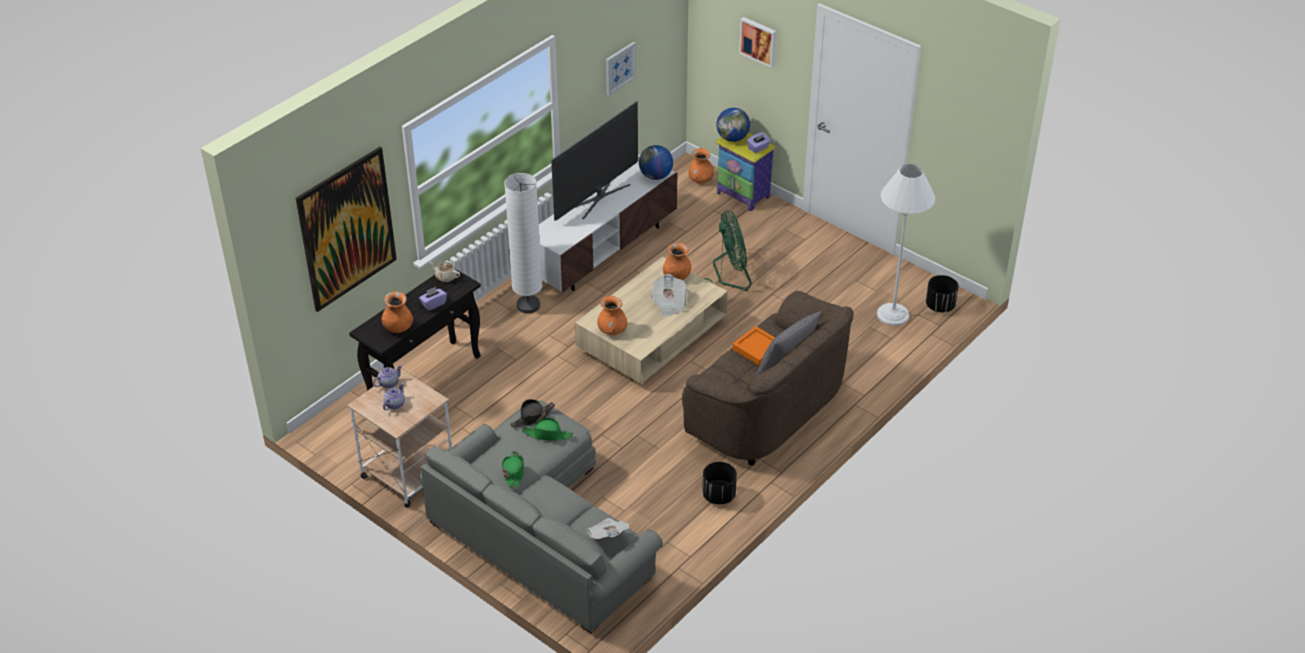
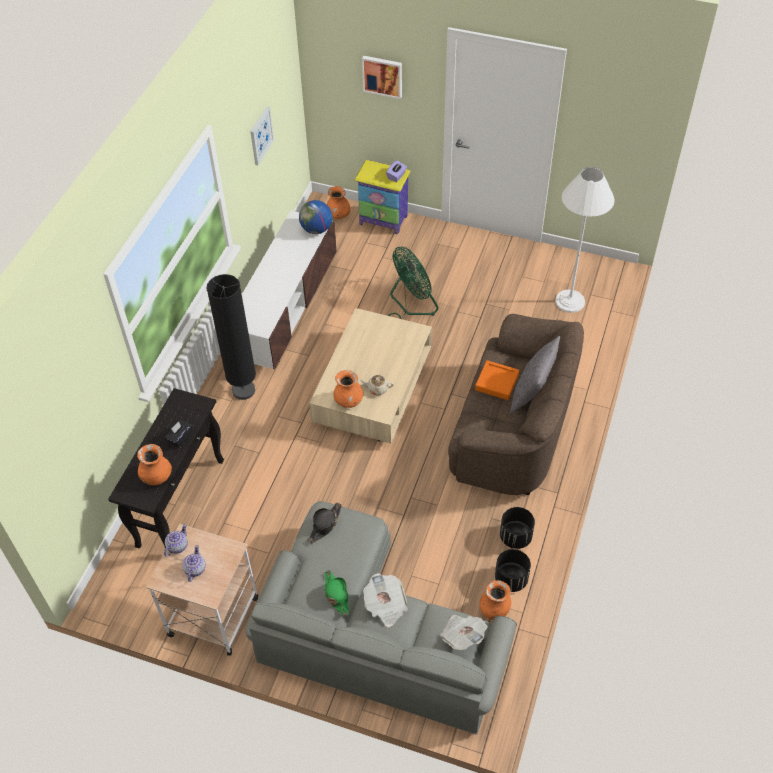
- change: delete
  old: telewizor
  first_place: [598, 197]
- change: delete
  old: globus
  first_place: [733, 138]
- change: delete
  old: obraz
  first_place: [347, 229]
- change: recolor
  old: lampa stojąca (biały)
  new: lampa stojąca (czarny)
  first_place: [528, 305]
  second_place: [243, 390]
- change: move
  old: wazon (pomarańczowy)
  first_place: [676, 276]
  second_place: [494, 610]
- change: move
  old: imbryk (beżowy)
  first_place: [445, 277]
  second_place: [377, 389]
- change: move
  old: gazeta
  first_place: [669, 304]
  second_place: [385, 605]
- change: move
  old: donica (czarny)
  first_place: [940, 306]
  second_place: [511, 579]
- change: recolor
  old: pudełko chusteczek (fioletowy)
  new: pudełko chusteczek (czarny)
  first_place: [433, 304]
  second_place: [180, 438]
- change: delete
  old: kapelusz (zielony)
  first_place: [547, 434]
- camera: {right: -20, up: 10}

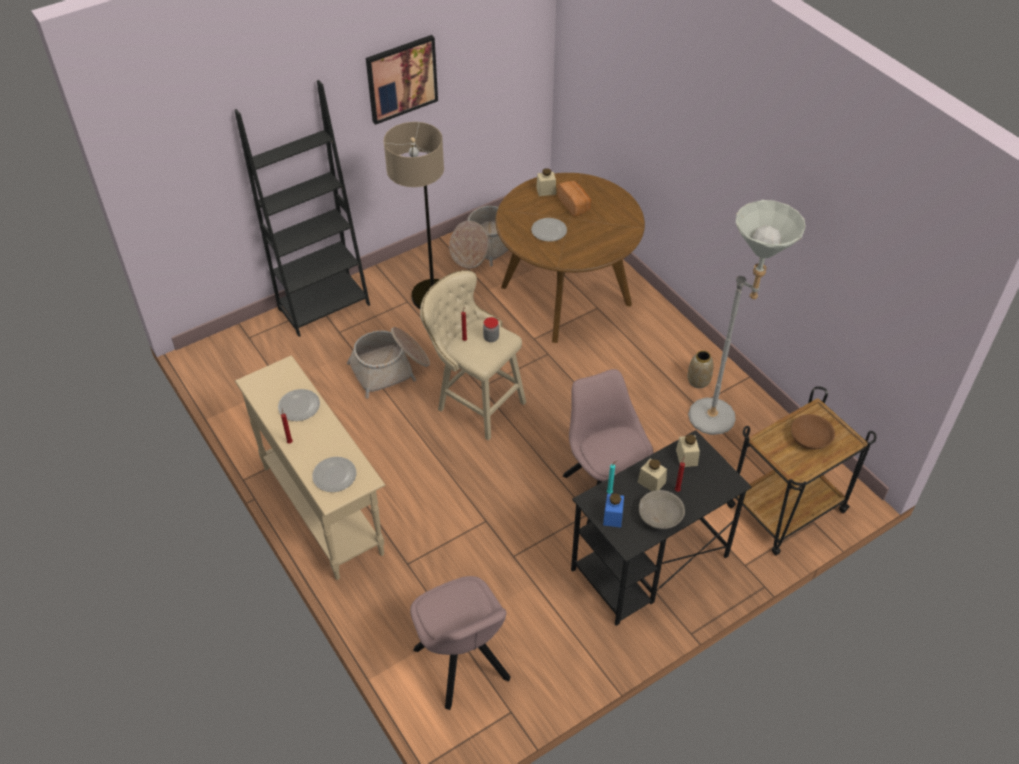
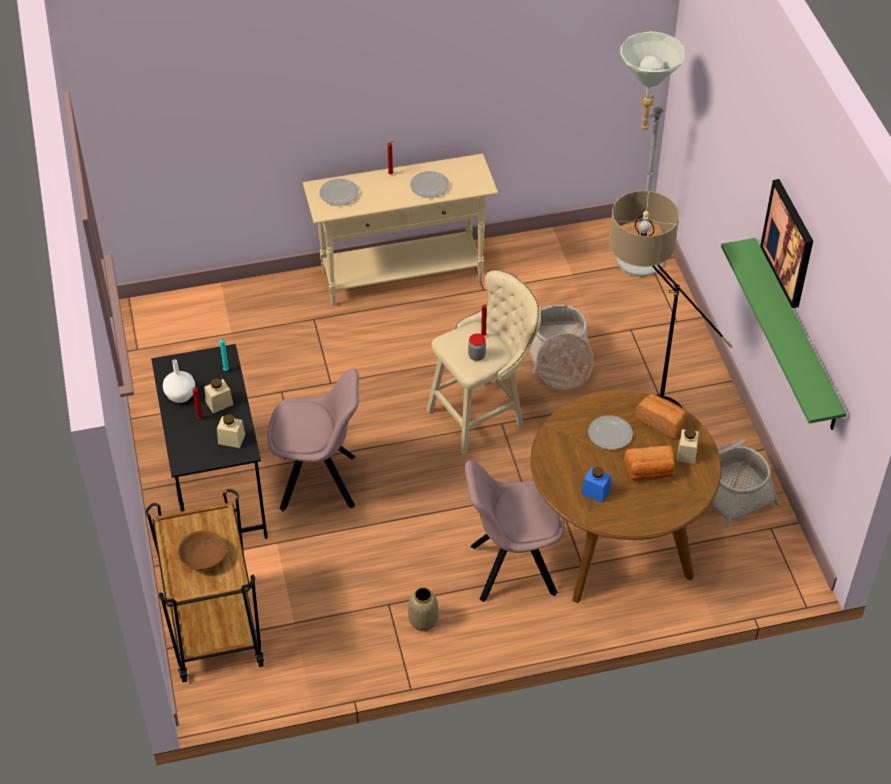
- change: delete
  old: regał (czarny)
  first_place: [323, 306]
- change: move
  old: lampa stojąca (szary)
  first_place: [721, 421]
  second_place: [631, 265]
- change: replace
  old: miska (szary)
  new: wazon (biały)
  first_place: [660, 516]
  second_place: [180, 396]
- change: move
  old: słoik (niebieski)
  first_place: [613, 517]
  second_place: [595, 492]
- change: move
  old: krzesło (różowy)
  first_place: [462, 664]
  second_place: [512, 568]
- change: insert
  new: półka (zielony)
  second_place: [795, 336]
- change: insert
  new: chleb
  second_place: [661, 422]
- camera: {right: 110, up: 0}

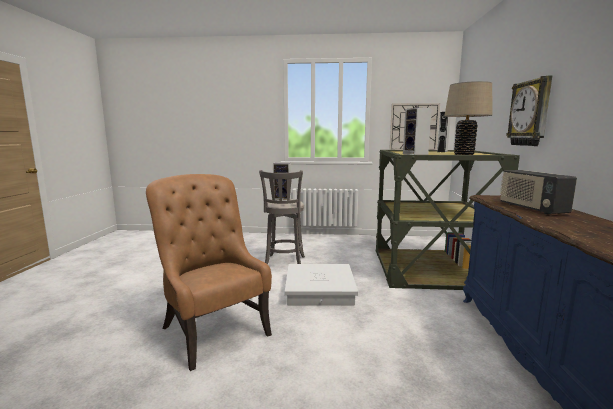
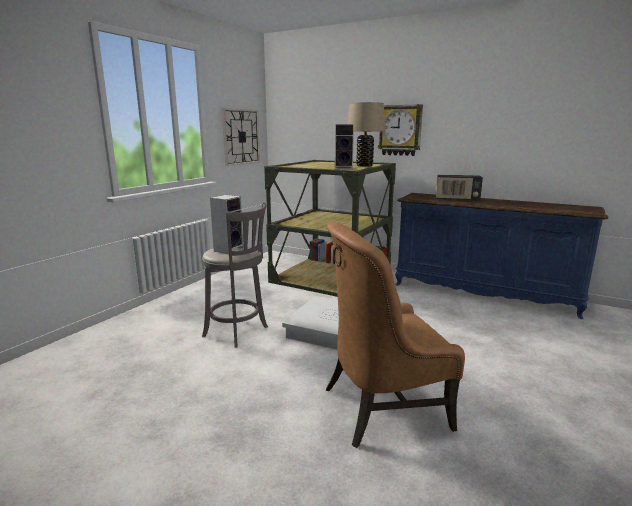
- change: delete
  old: głośnik (szary)
  first_place: [442, 151]
- camera: {right: -65, up: 5}

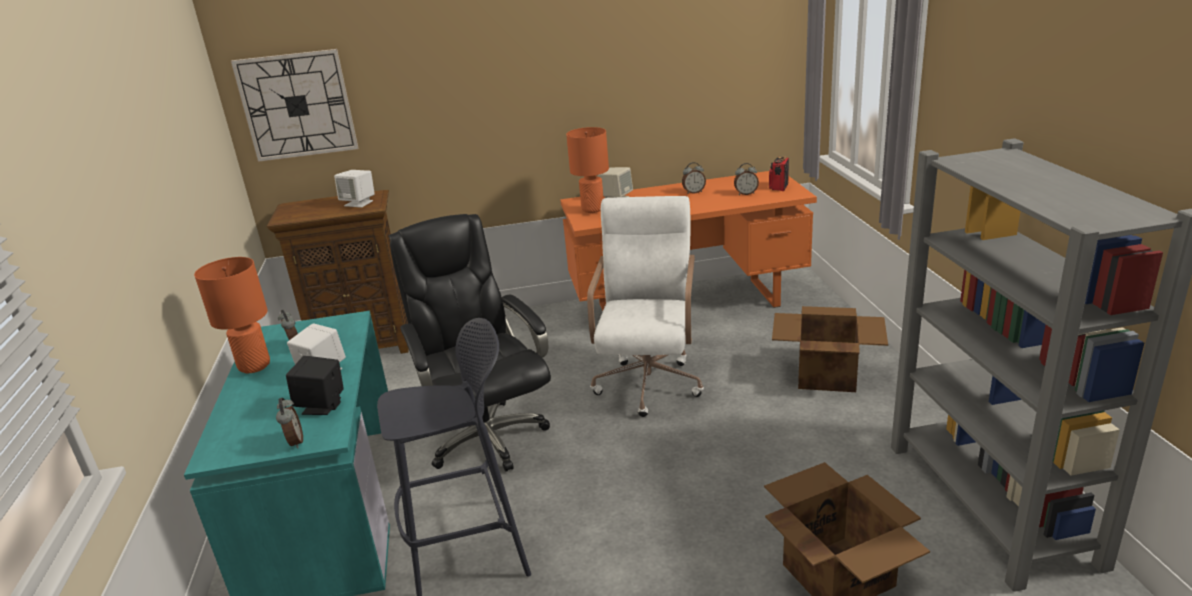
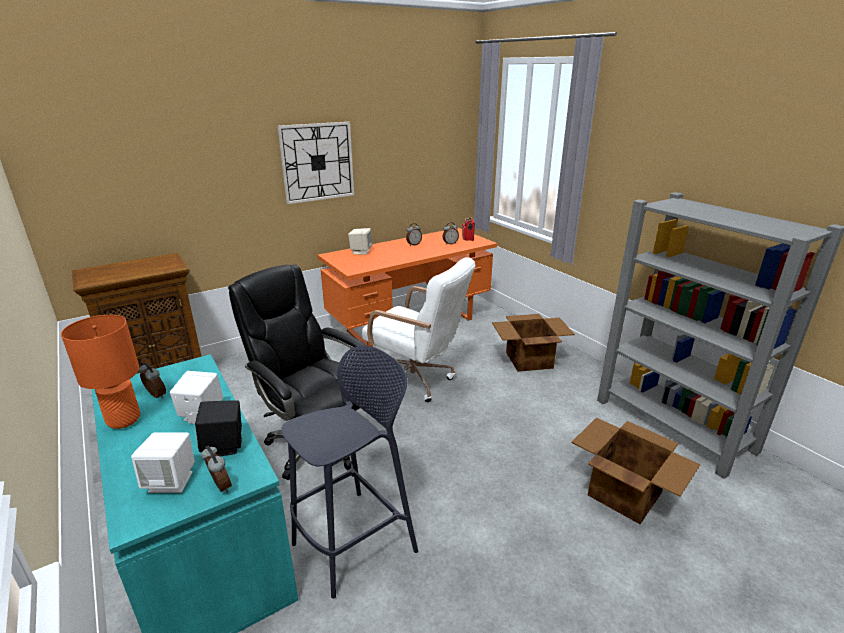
- change: move
  old: zegar ścienny
  first_place: [297, 105]
  second_place: [317, 162]
- change: delete
  old: lampa stołowa (pomarańczowy)
  first_place: [592, 211]
- change: move
  old: głośnik (biały)
  first_place: [359, 203]
  second_place: [171, 481]
- change: rotate
  old: krzesło biurowe (biały)
  first_place: [649, 383]
  second_place: [417, 382]
  degrees: 135
- camera: {right: -25, up: 0}

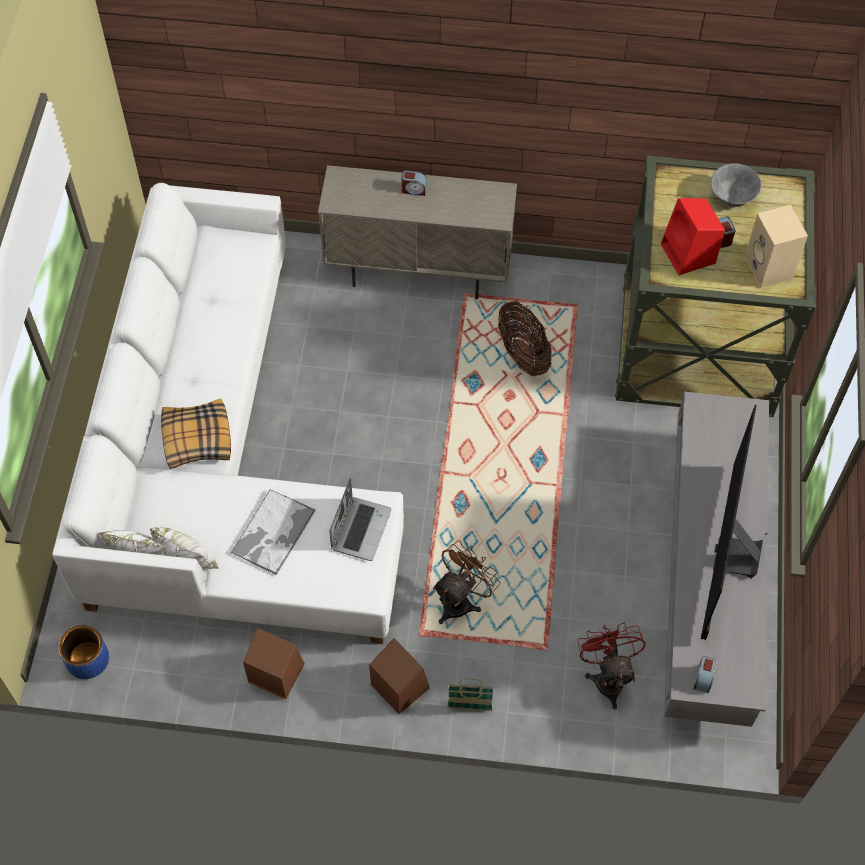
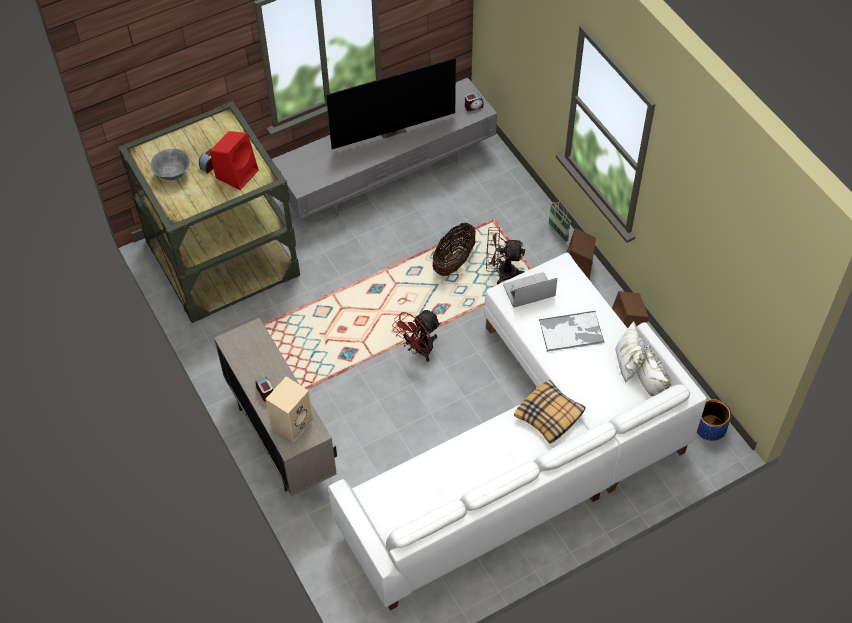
- change: move
  old: głośnik (beżowy)
  first_place: [769, 268]
  second_place: [292, 423]
- change: move
  old: koszyk
  first_place: [523, 353]
  second_place: [454, 261]
- change: move
  old: wentylator (czerwony)
  first_place: [608, 676]
  second_place: [419, 350]
- camera: {right: -125, up: -5}

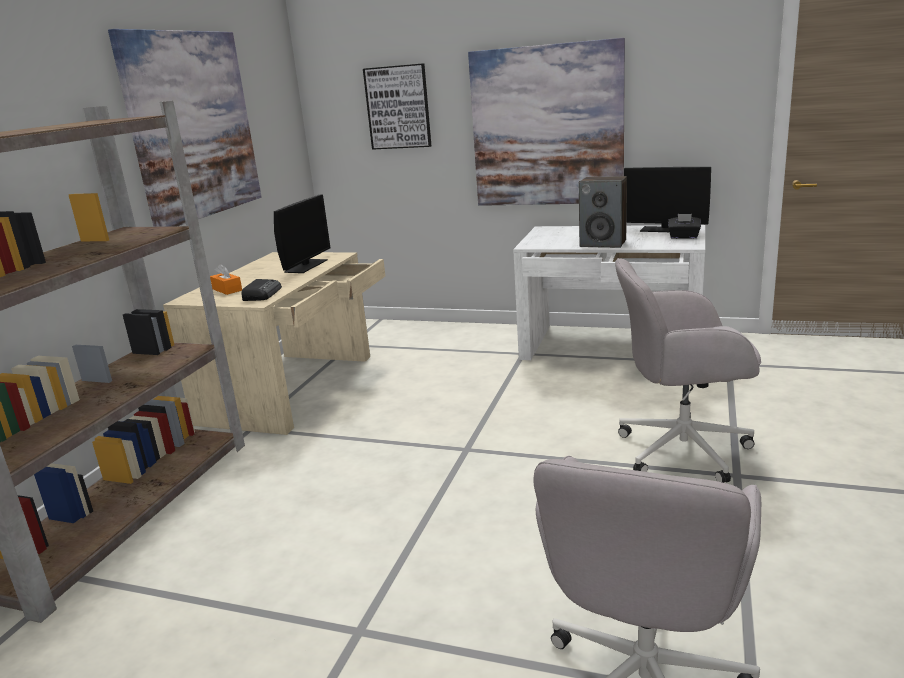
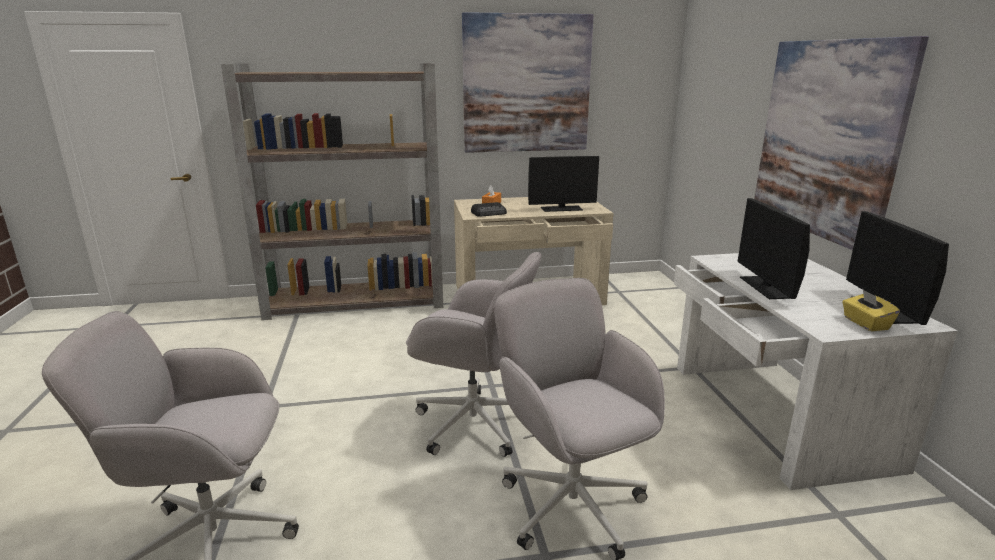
- change: delete
  old: obraz
  first_place: [398, 107]
- change: replace
  old: głośnik
  new: monitor
  first_place: [603, 243]
  second_place: [766, 287]
- change: recolor
  old: pudełko chusteczek (czarny)
  new: pudełko chusteczek (żółty)
  first_place: [684, 237]
  second_place: [865, 323]
- change: insert
  new: krzesło biurowe (szary)
  second_place: [474, 425]
- camera: {right: 60, up: 0}

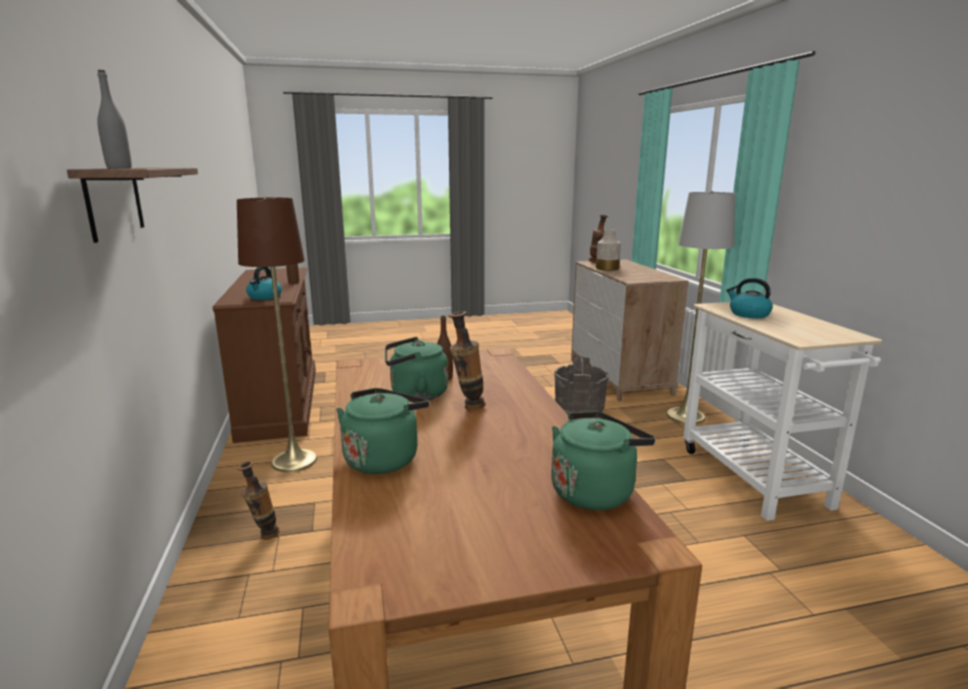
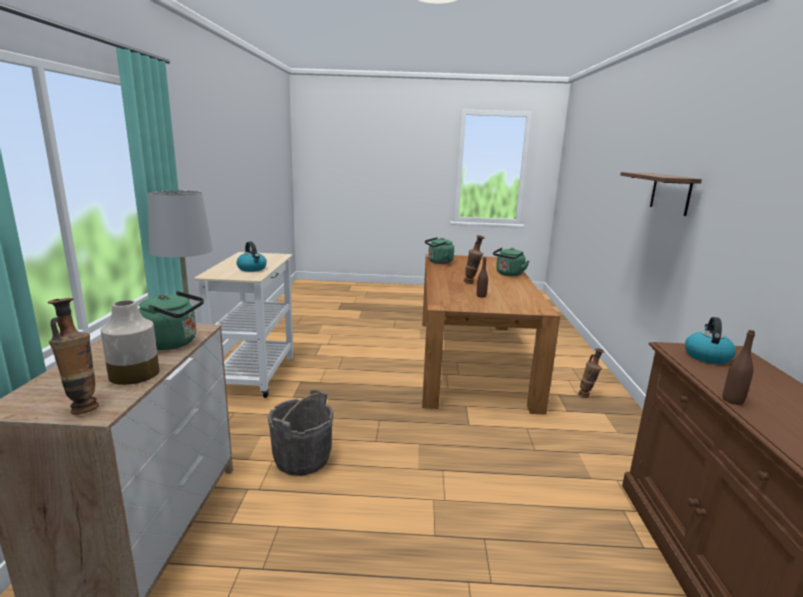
- change: delete
  old: butelka (szary)
  first_place: [119, 168]
- change: delete
  old: lampa stojąca (brązowy)
  first_place: [294, 461]
- change: move
  old: czajnik (zielony)
  first_place: [415, 394]
  second_place: [173, 343]
- camera: {right: -165, up: 0}

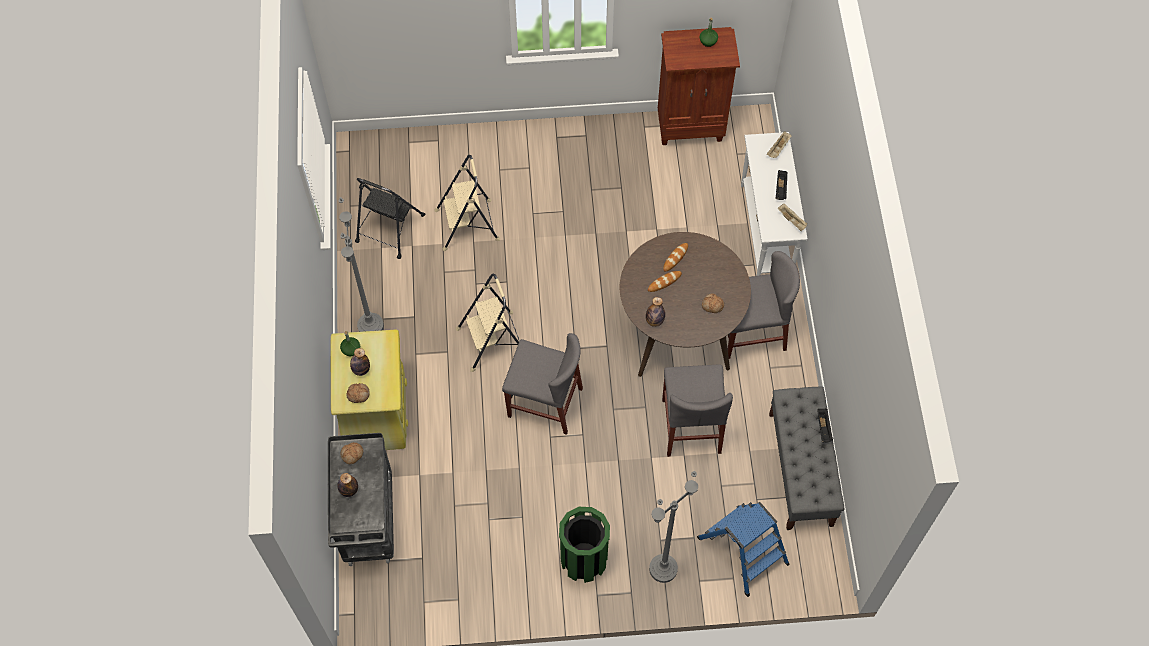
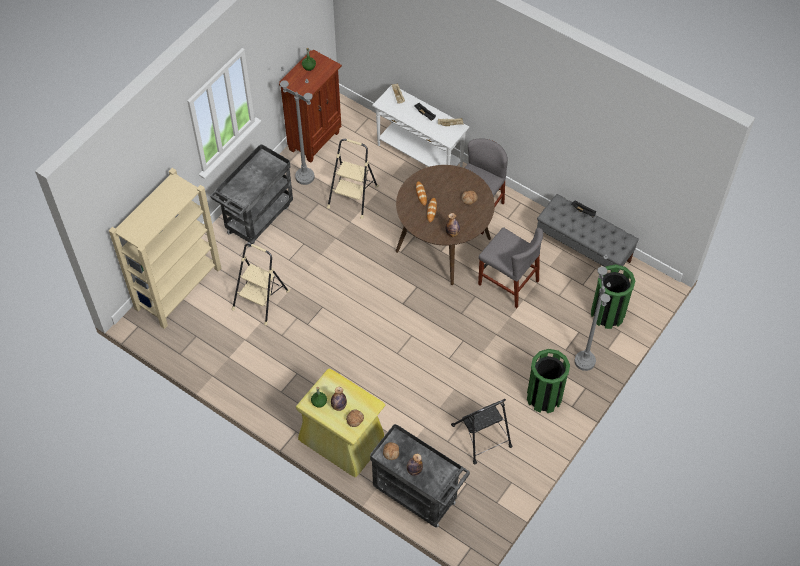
- change: move
  old: drabinka (czarny)
  first_place: [389, 229]
  second_place: [482, 437]
- change: move
  old: lampa stojąca (szary)
  first_place: [370, 326]
  second_place: [304, 177]
- change: move
  old: drabinka (beżowy)
  first_place: [494, 340]
  second_place: [353, 195]
- change: delete
  old: krzesło (szary)
  first_place: [545, 402]
- change: replace
  old: drabinka (niebieski)
  new: kosz na śmieci (zielony)
  first_place: [743, 550]
  second_place: [607, 314]
- change: insert
  new: wózek (czarny)
  second_place: [257, 222]
- change: insert
  new: regał (beżowy)
  second_place: [178, 288]
- camera: {right: -50, up: -5}

